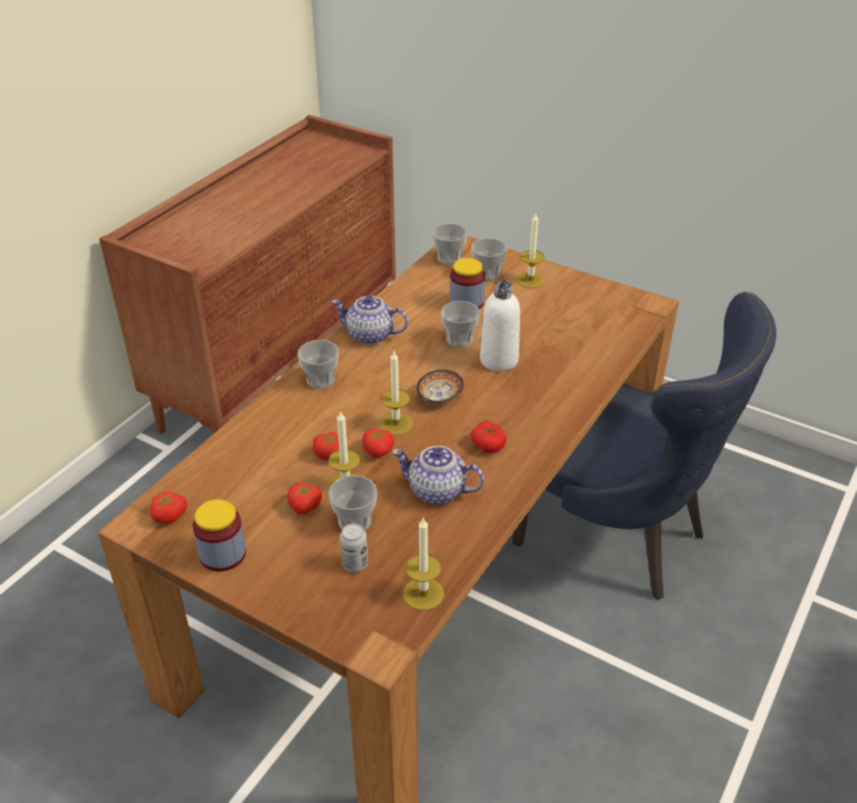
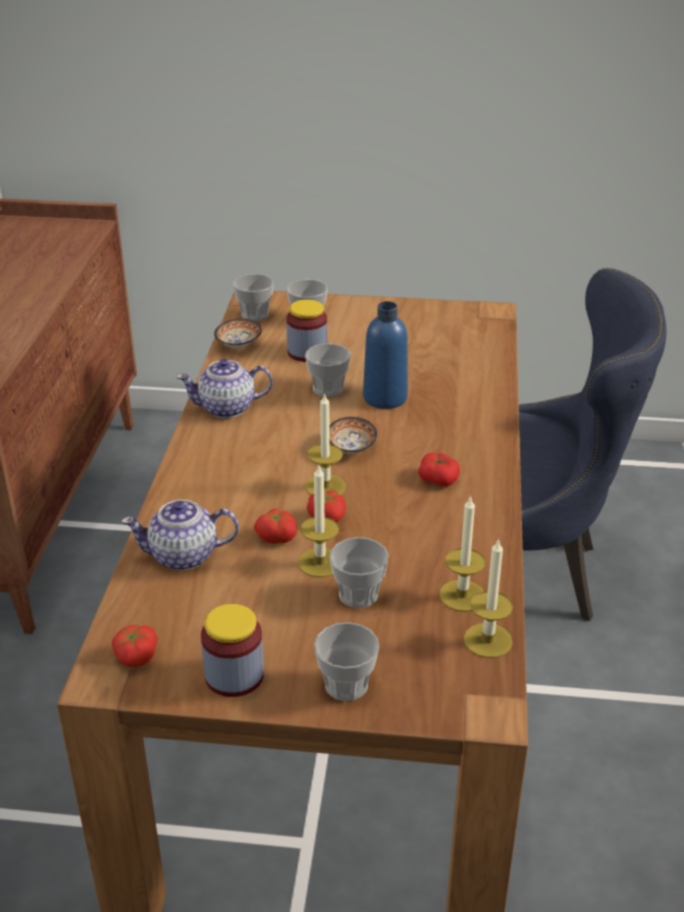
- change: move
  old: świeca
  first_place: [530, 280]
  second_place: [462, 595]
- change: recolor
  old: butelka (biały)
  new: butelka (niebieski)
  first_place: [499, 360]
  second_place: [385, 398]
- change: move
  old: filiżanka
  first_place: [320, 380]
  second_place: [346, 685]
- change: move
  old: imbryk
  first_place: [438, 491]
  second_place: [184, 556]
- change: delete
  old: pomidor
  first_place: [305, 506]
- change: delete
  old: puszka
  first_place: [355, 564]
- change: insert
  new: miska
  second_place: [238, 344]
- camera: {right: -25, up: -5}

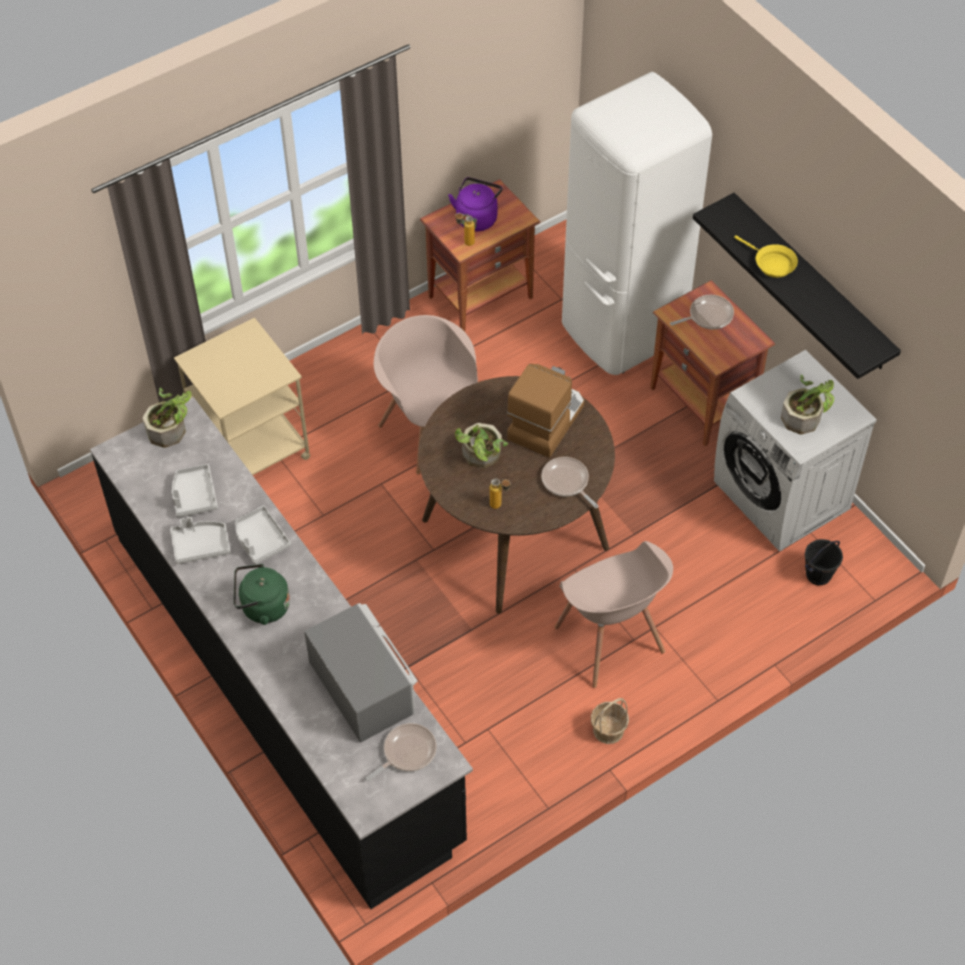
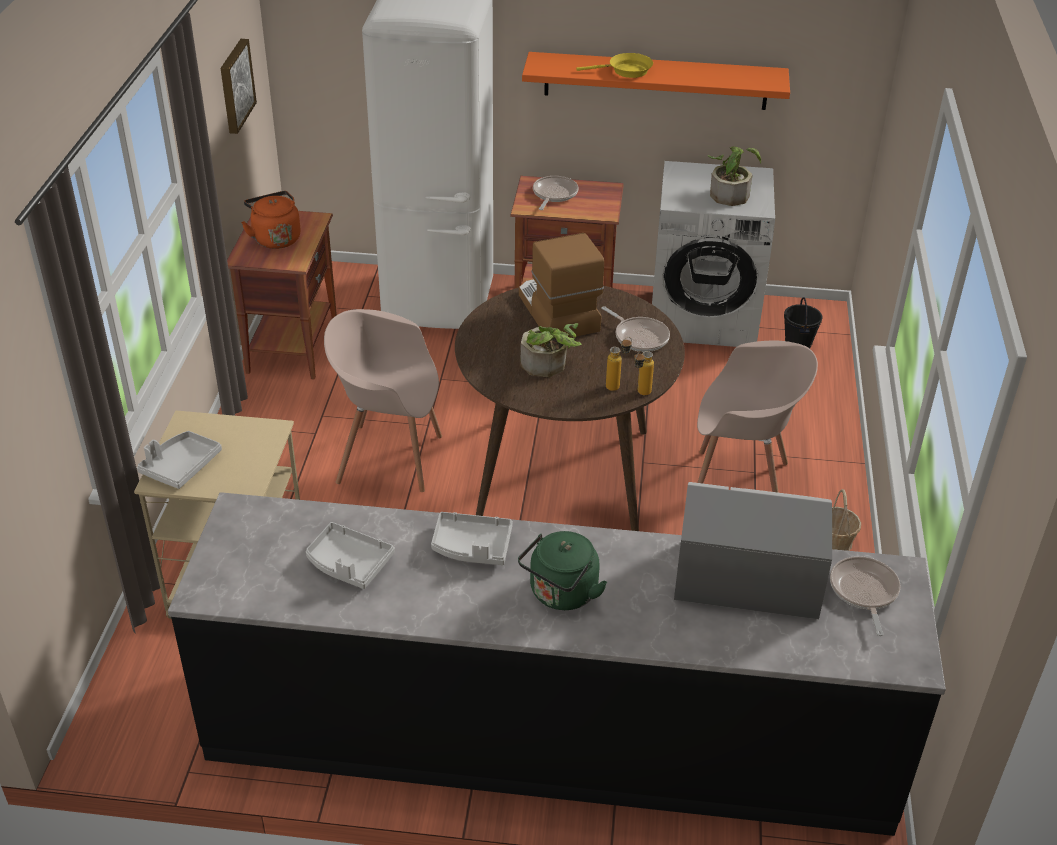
- change: recolor
  old: czajnik (fioletowy)
  new: czajnik (pomarańczowy)
  first_place: [477, 217]
  second_place: [275, 238]
- change: recolor
  old: półka (czarny)
  new: półka (pomarańczowy)
  first_place: [811, 283]
  second_place: [655, 81]
- change: move
  old: butelka
  first_place: [465, 242]
  second_place: [640, 394]
- change: delete
  old: roślina doniczkowa
  first_place: [171, 429]
- change: rotate
  old: patelnia
  first_place: [567, 482]
  second_place: [639, 337]
  degrees: -135
- change: move
  old: taca (szary)
  first_place: [200, 545]
  second_place: [180, 466]
- change: insert
  new: obraz
  second_place: [235, 85]
- camera: {right: -50, up: -15}

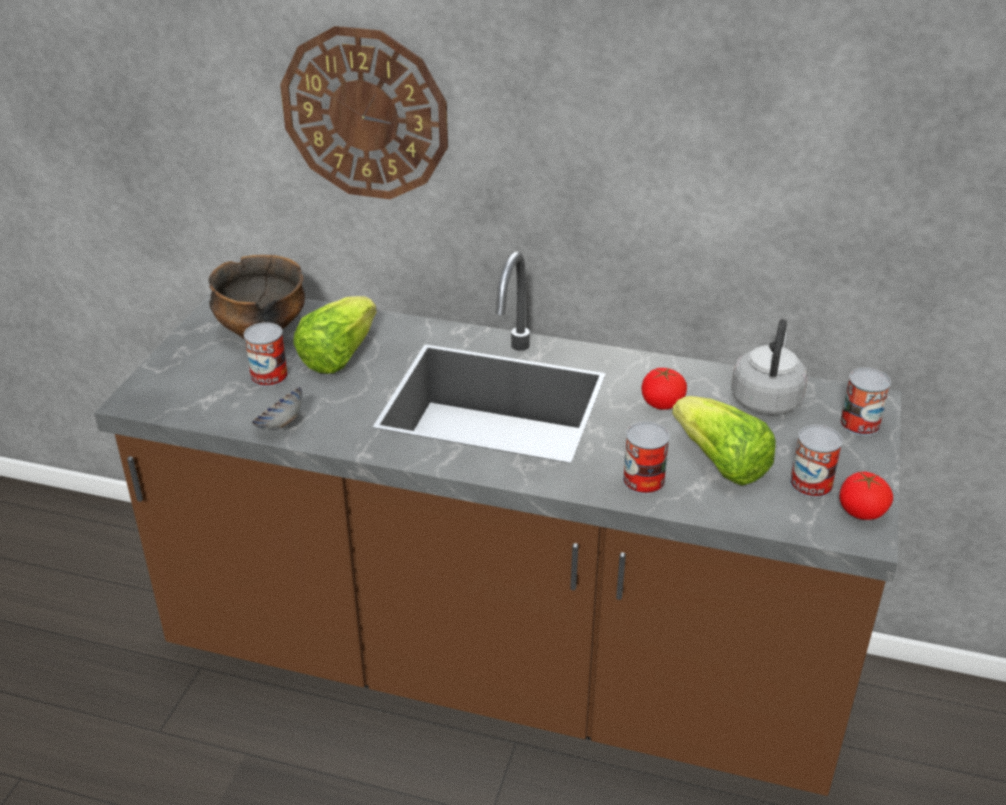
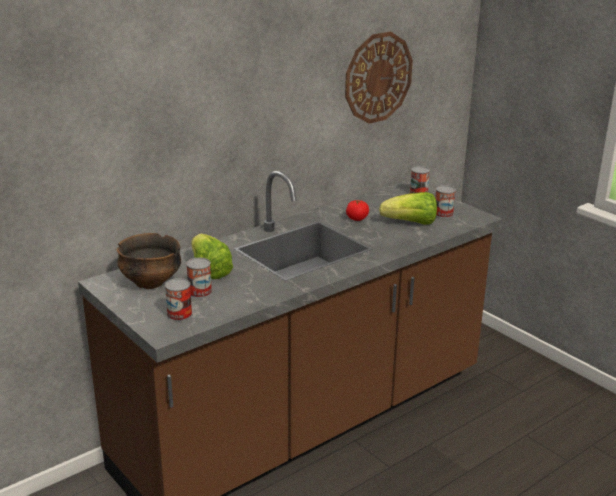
- change: move
  old: zegar ścienny
  first_place: [365, 114]
  second_place: [378, 77]
- change: delete
  old: czajnik (szary)
  first_place: [766, 398]
- change: delete
  old: miska
  first_place: [280, 425]
- change: move
  old: puszka
  first_place: [643, 480]
  second_place: [179, 314]
- change: delete
  old: pomidor
  first_place: [862, 512]
- camera: {right: -55, up: -10}

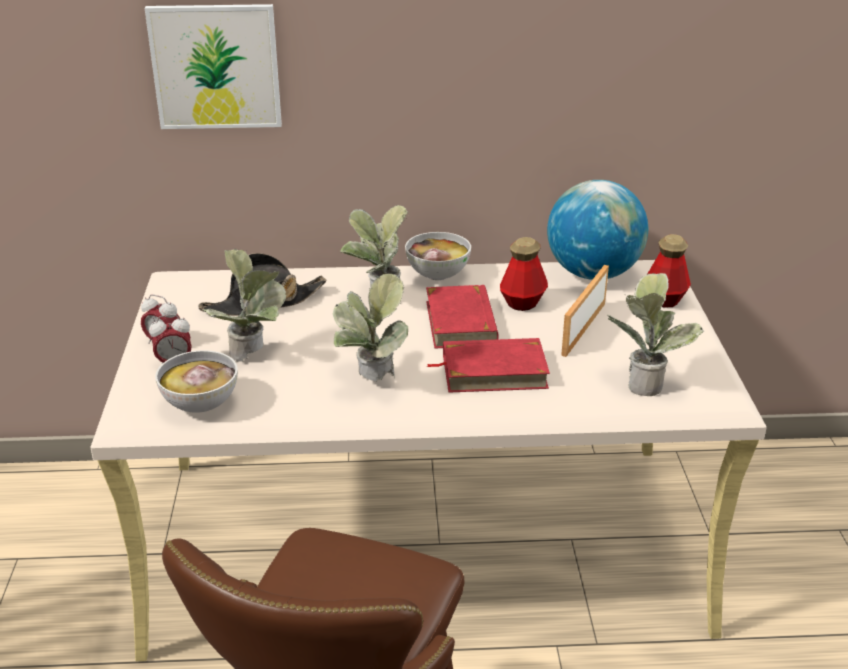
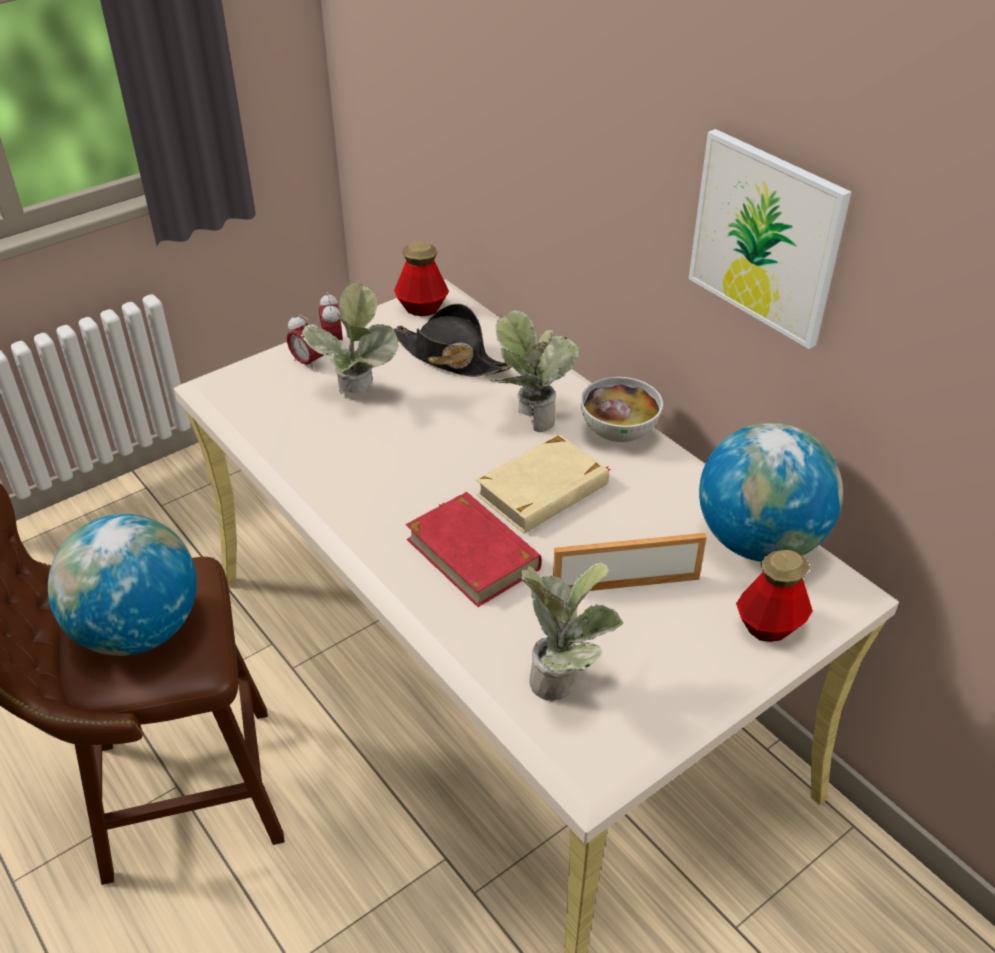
- change: move
  old: obraz
  first_place: [216, 67]
  second_place: [766, 237]
- change: move
  old: butelka
  first_place: [522, 303]
  second_place: [422, 308]
- change: delete
  old: roślina doniczkowa
  first_place: [371, 383]
- change: recolor
  old: książka (czerwony)
  new: książka (beżowy)
  first_place: [461, 322]
  second_place: [543, 490]
- change: delete
  old: miska
  first_place: [201, 405]
- change: insert
  new: globus
  second_place: [138, 630]
- camera: {right: 55, up: 10}

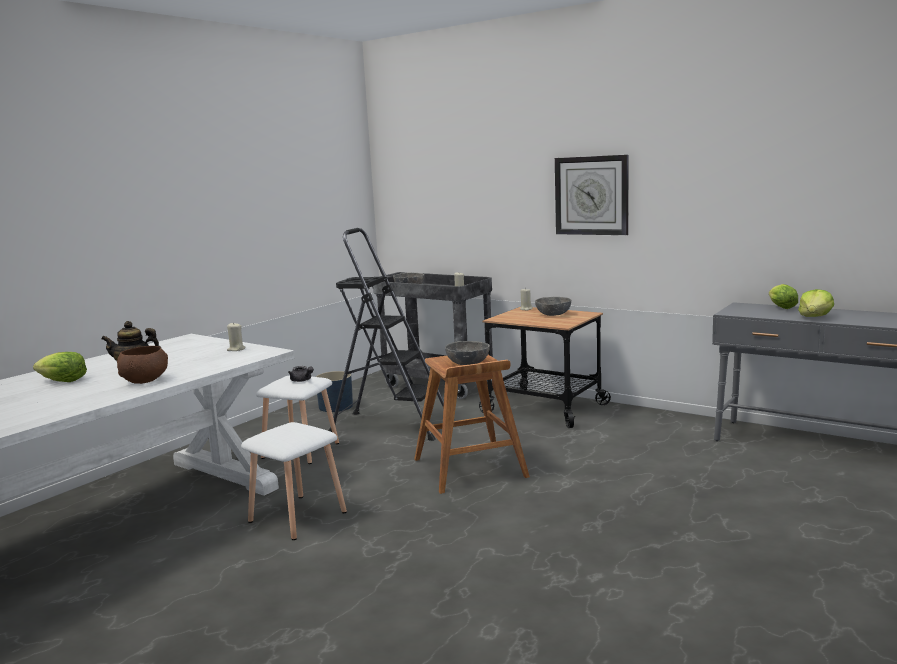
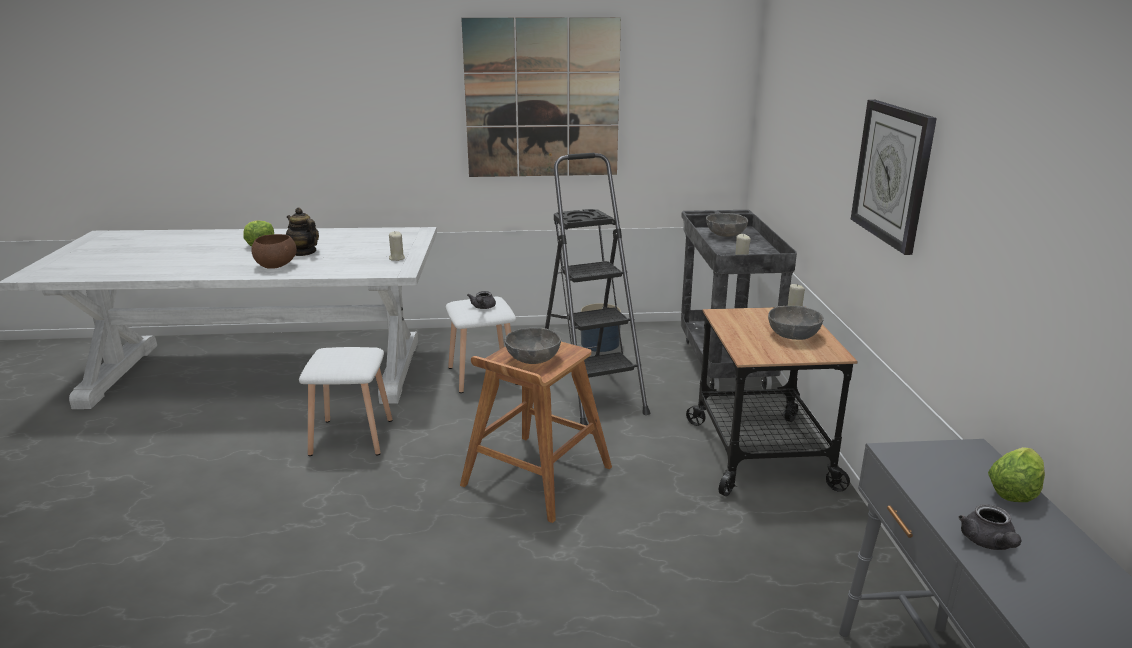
- change: replace
  old: sałata
  new: imbryk (szary)
  first_place: [815, 317]
  second_place: [988, 543]
- change: insert
  new: obraz
  second_place: [542, 99]
- camera: {right: 50, up: 10}

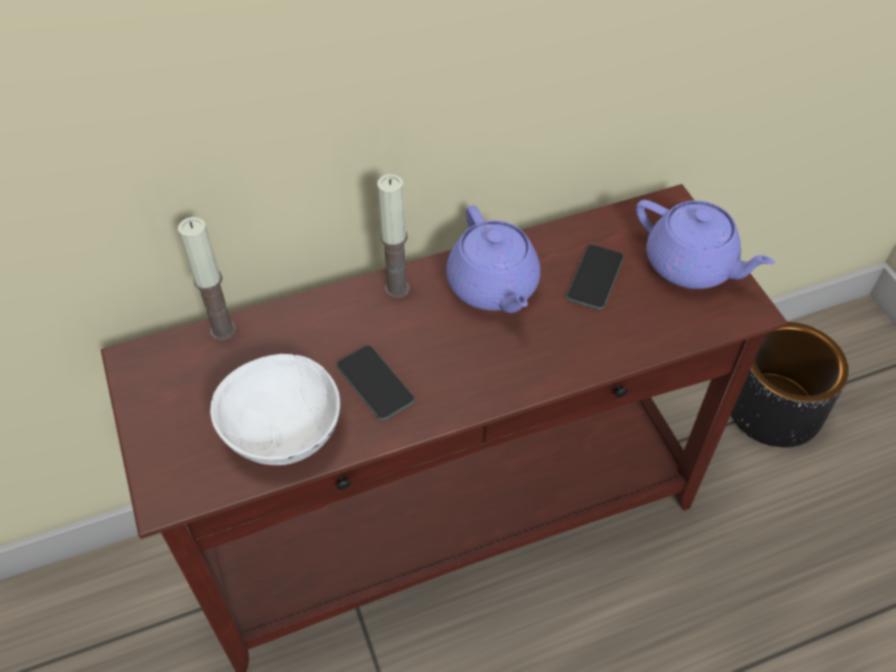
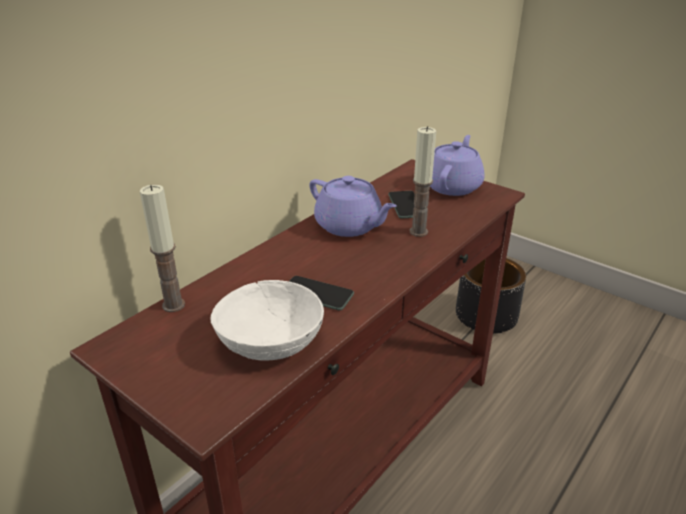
- change: move
  old: świeca
  first_place: [397, 288]
  second_place: [418, 232]
- change: rotate
  old: imbryk (fioletowy)
  first_place: [691, 265]
  second_place: [452, 186]
  degrees: -75
- camera: {right: -30, up: -20}

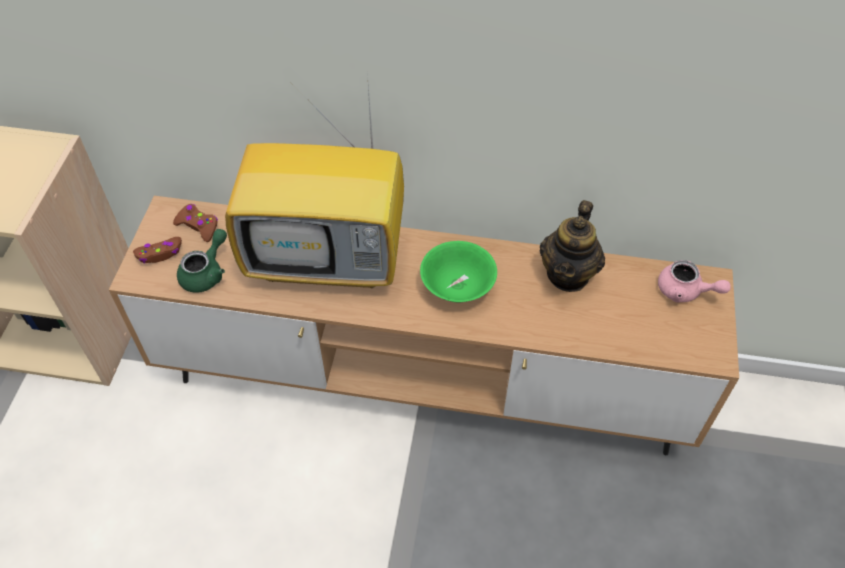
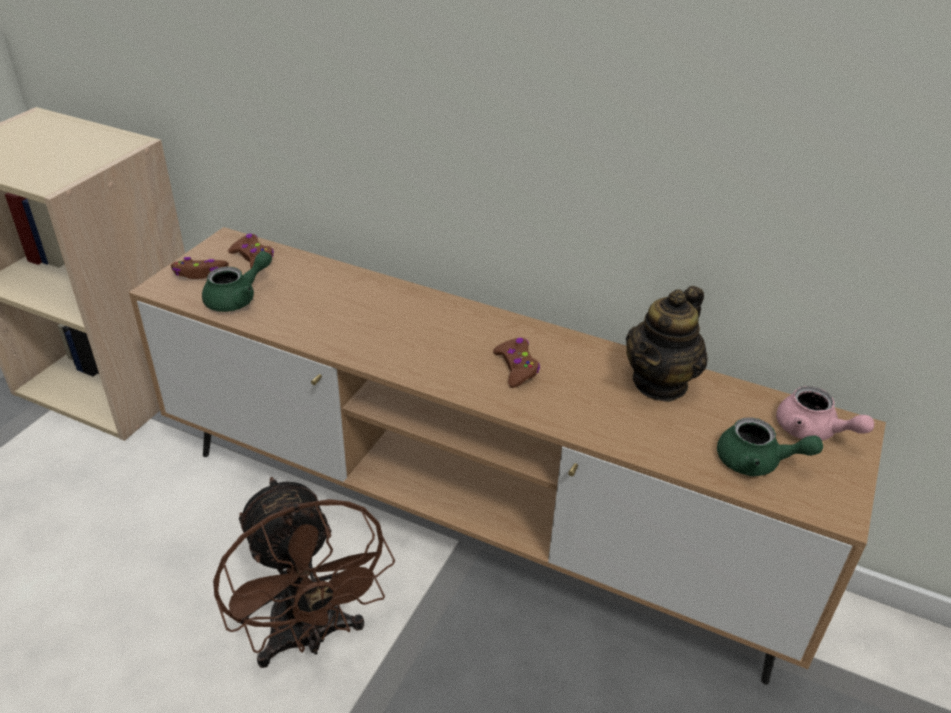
- change: delete
  old: telewizor
  first_place: [330, 258]
- change: replace
  old: miska (zielony)
  new: pad do gier (brązowy)
  first_place: [458, 287]
  second_place: [516, 367]
- change: insert
  new: imbryk (zielony)
  second_place: [757, 463]
- change: insert
  new: wentylator (brązowy)
  second_place: [309, 638]
- camera: {right: 15, up: -15}

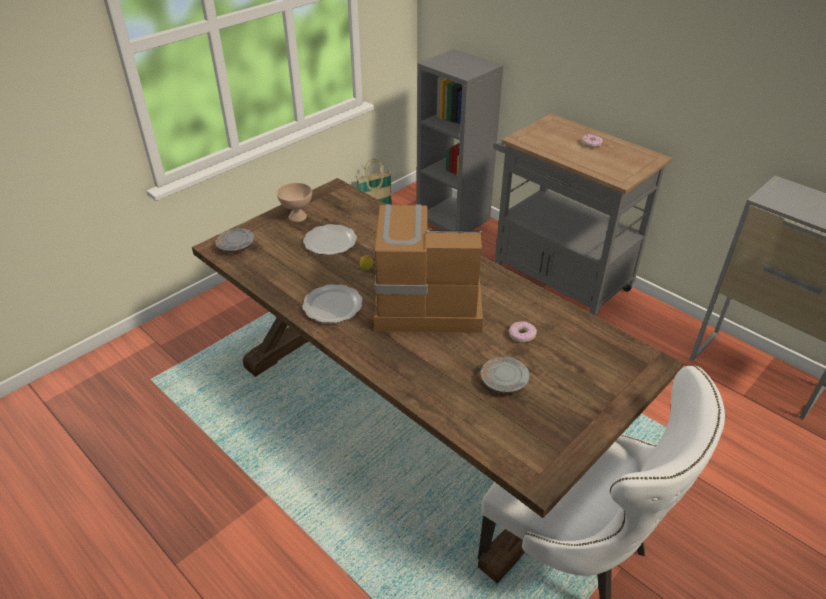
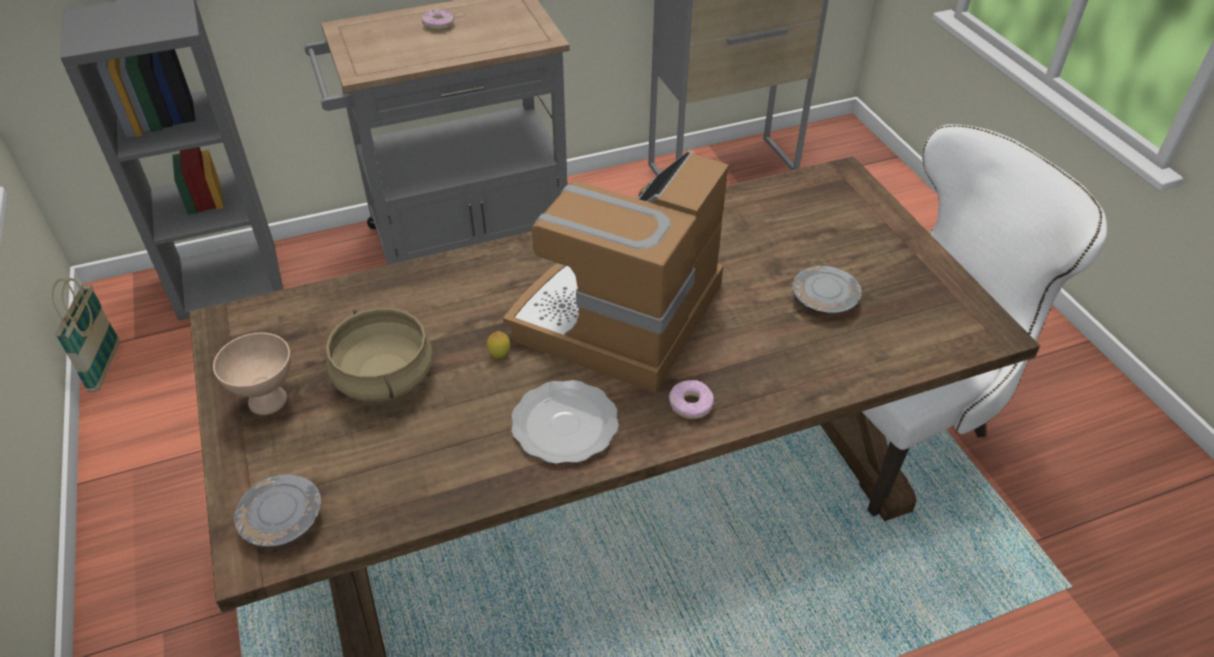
- change: replace
  old: talerz
  new: garnek (beżowy)
  first_place: [330, 241]
  second_place: [383, 377]
- change: move
  old: donut
  first_place: [521, 335]
  second_place: [690, 404]
- camera: {right: -65, up: 5}

